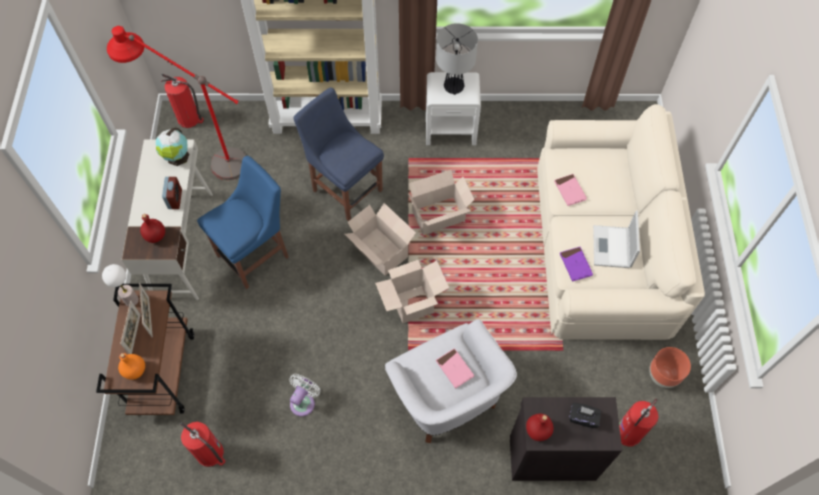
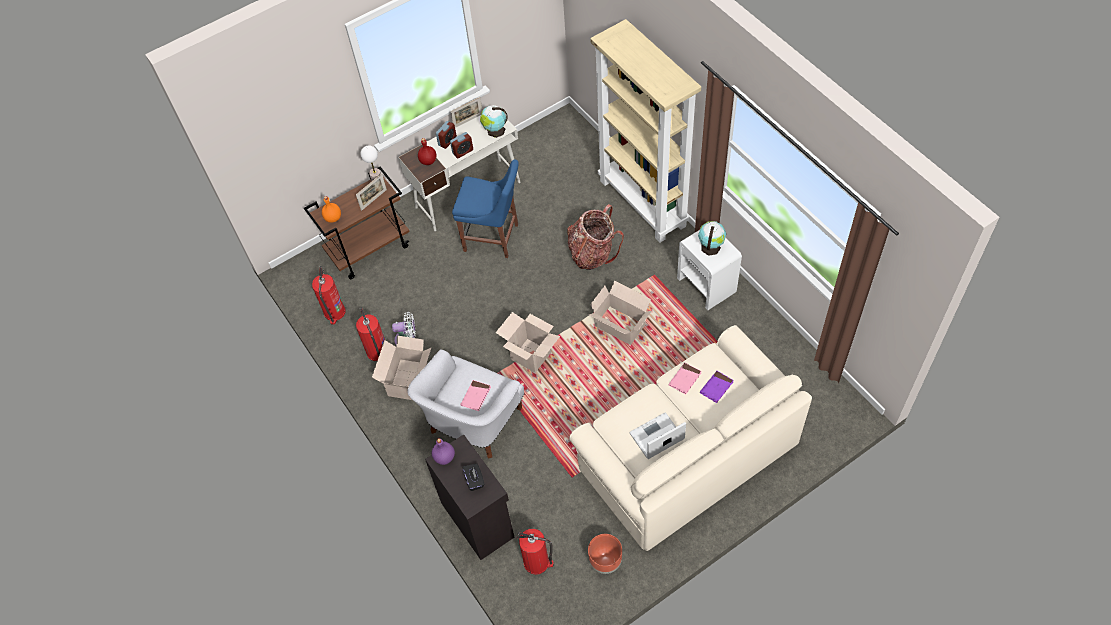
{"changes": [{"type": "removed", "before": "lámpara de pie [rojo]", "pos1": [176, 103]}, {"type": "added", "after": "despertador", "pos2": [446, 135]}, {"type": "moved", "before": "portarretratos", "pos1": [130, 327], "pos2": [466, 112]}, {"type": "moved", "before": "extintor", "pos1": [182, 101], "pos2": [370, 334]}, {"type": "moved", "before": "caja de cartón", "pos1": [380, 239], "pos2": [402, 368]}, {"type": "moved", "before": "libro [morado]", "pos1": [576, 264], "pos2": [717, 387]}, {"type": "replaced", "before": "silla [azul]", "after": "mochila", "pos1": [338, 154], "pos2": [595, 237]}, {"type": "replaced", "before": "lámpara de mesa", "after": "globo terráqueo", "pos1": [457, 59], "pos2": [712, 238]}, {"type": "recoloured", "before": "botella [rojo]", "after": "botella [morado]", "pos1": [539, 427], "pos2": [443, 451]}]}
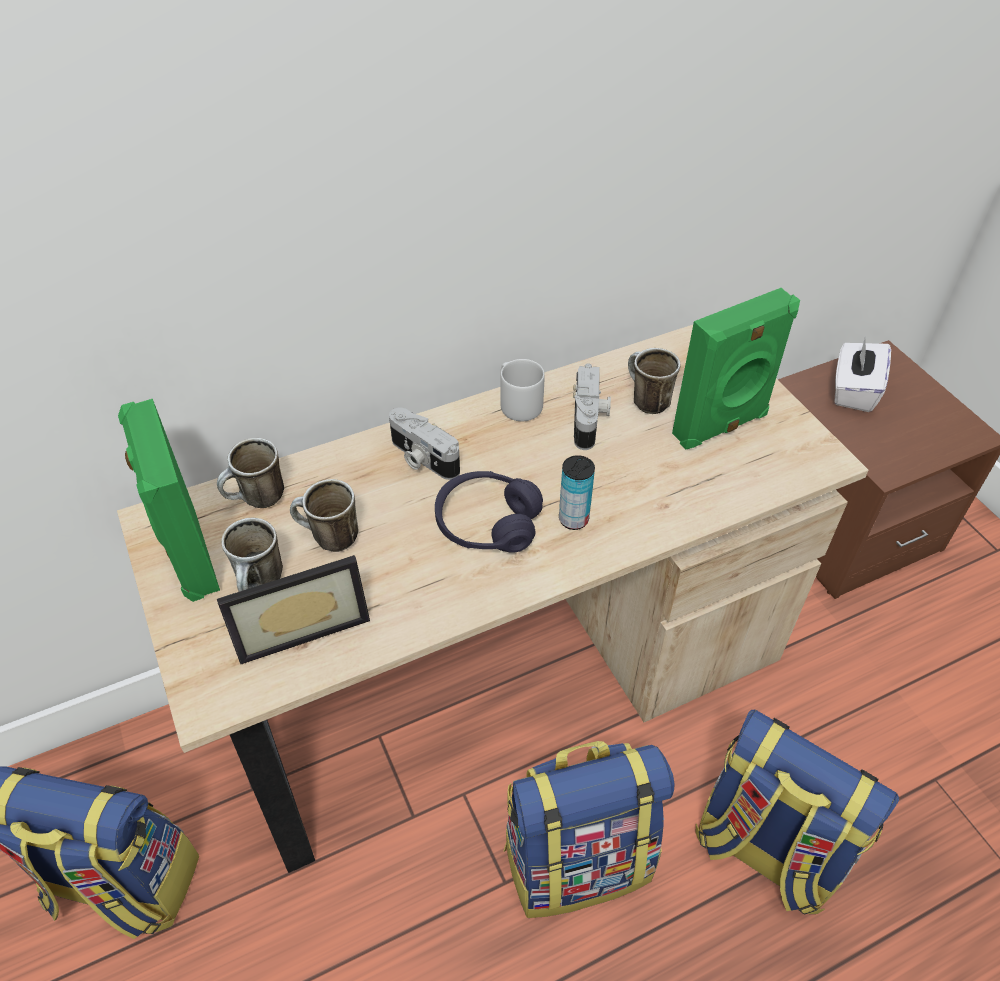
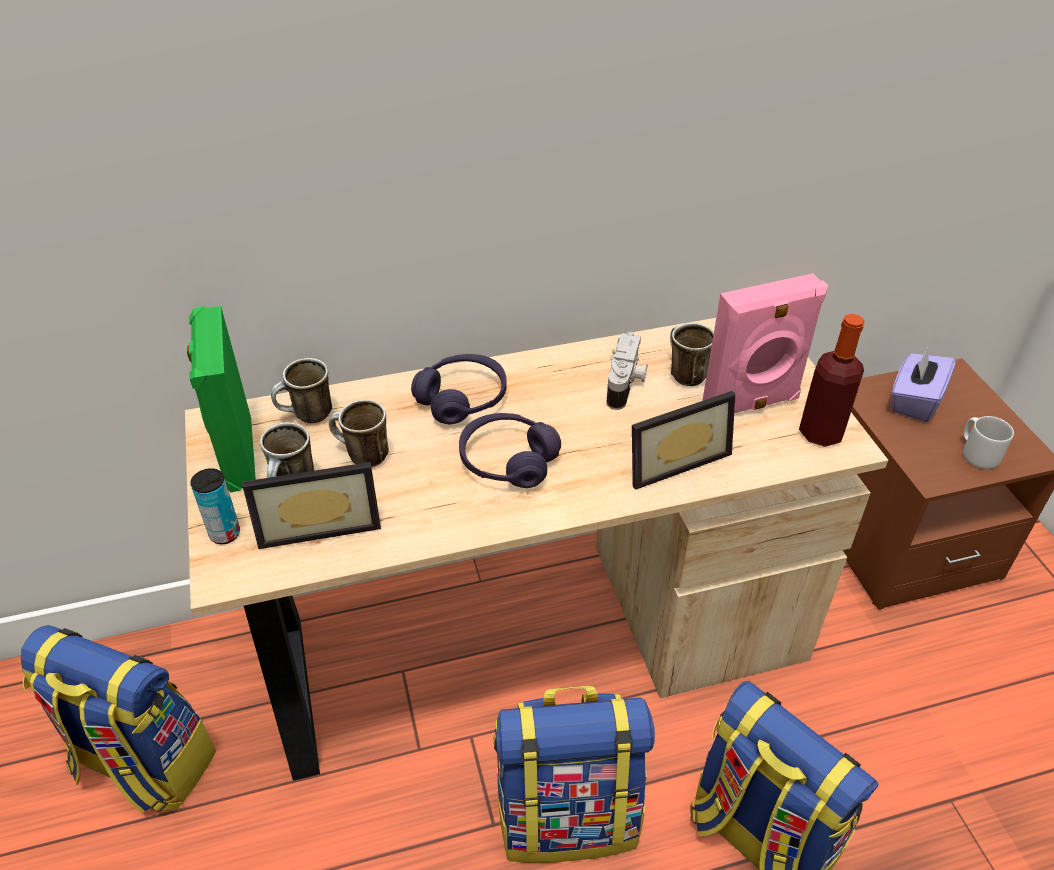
{"changes": [{"type": "added", "after": "portarretratos", "pos2": [683, 440]}, {"type": "added", "after": "botella", "pos2": [832, 380]}, {"type": "moved", "before": "taza grande [gris]", "pos1": [522, 390], "pos2": [988, 442]}, {"type": "moved", "before": "lata", "pos1": [577, 492], "pos2": [215, 506]}, {"type": "replaced", "before": "cámara", "after": "auriculares [morado]", "pos1": [424, 444], "pos2": [459, 389]}, {"type": "recoloured", "before": "altavoz [verde]", "after": "altavoz [rosa]", "pos1": [736, 369], "pos2": [765, 343]}, {"type": "recoloured", "before": "caja de pañuelos [blanco]", "after": "caja de pañuelos [morado]", "pos1": [863, 375], "pos2": [924, 385]}]}
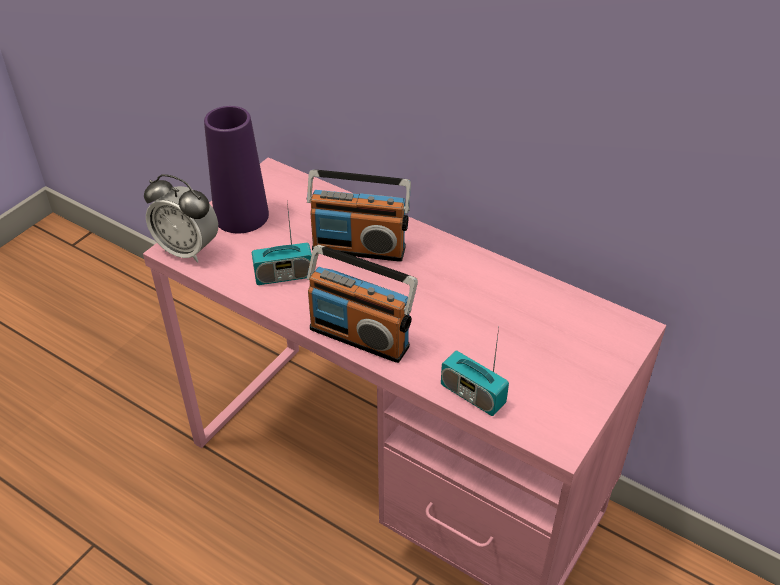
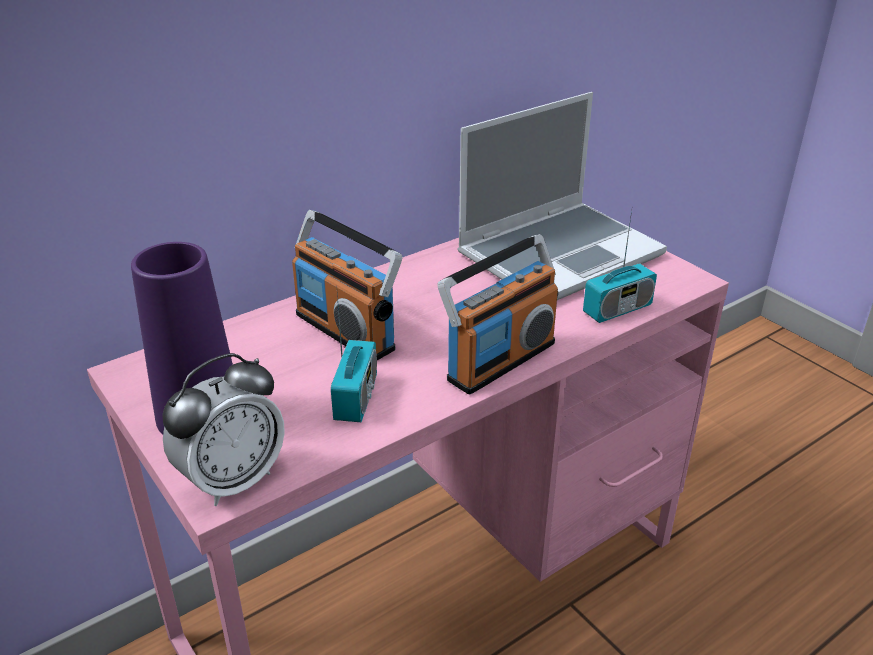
{"changes": [{"type": "added", "after": "portátil", "pos2": [562, 196]}, {"type": "turned", "before": "radio", "pos1": [359, 215], "pos2": [347, 285], "turn": 105}]}
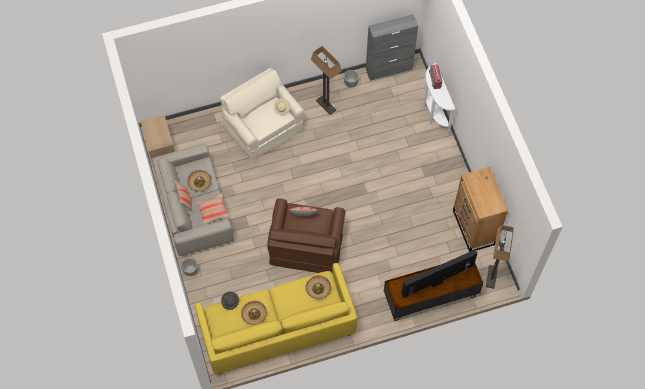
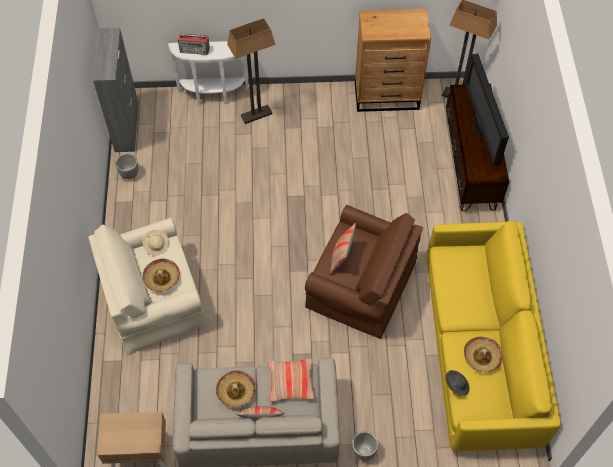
{"changes": [{"type": "moved", "before": "sombrero", "pos1": [318, 287], "pos2": [161, 275]}, {"type": "moved", "before": "lámpara de pie", "pos1": [326, 80], "pos2": [251, 71]}]}
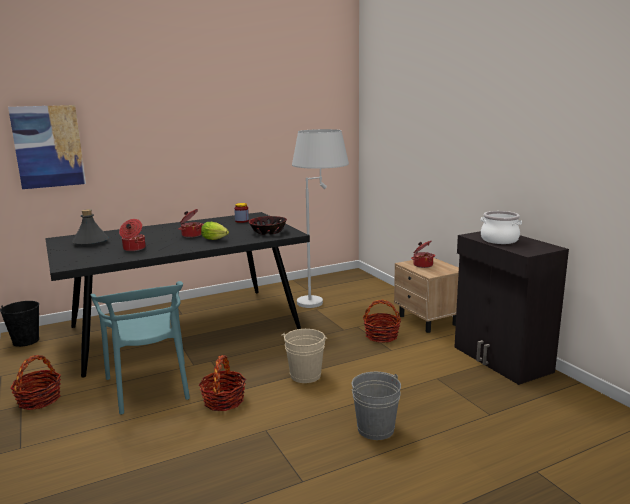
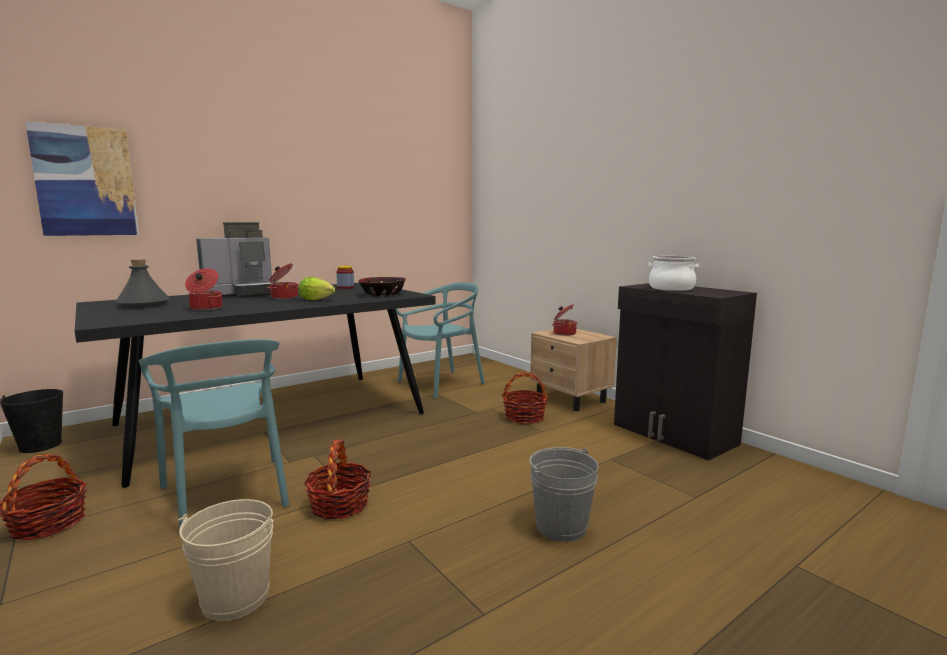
{"changes": [{"type": "added", "after": "cafetera", "pos2": [234, 260]}, {"type": "moved", "before": "cubo [beis]", "pos1": [304, 356], "pos2": [226, 560]}, {"type": "replaced", "before": "lámpara de pie [blanco]", "after": "silla [turquesa]", "pos1": [320, 218], "pos2": [440, 340]}]}
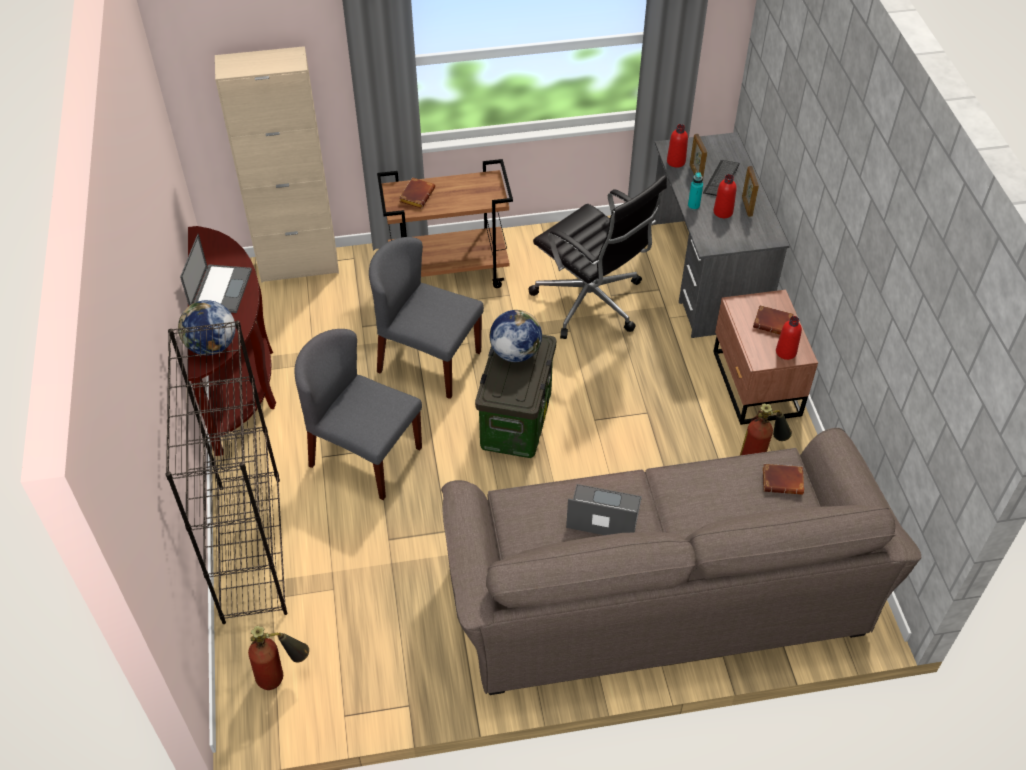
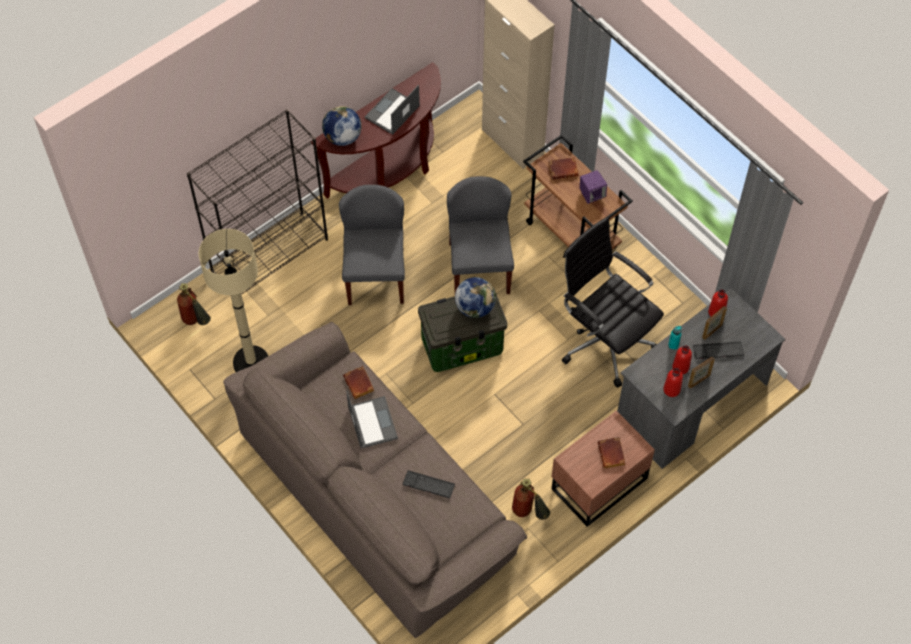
{"changes": [{"type": "added", "after": "lámpara de pie [beis]", "pos2": [233, 300]}, {"type": "added", "after": "teclado", "pos2": [429, 484]}, {"type": "added", "after": "altavoz [morado]", "pos2": [593, 187]}, {"type": "moved", "before": "libro [marrón]", "pos1": [783, 479], "pos2": [358, 382]}, {"type": "moved", "before": "botella [rojo]", "pos1": [789, 338], "pos2": [673, 382]}, {"type": "turned", "before": "portátil", "pos1": [216, 273], "pos2": [392, 110], "turn": 150}, {"type": "turned", "before": "silla de oficina [negro]", "pos1": [597, 257], "pos2": [613, 302], "turn": 120}]}
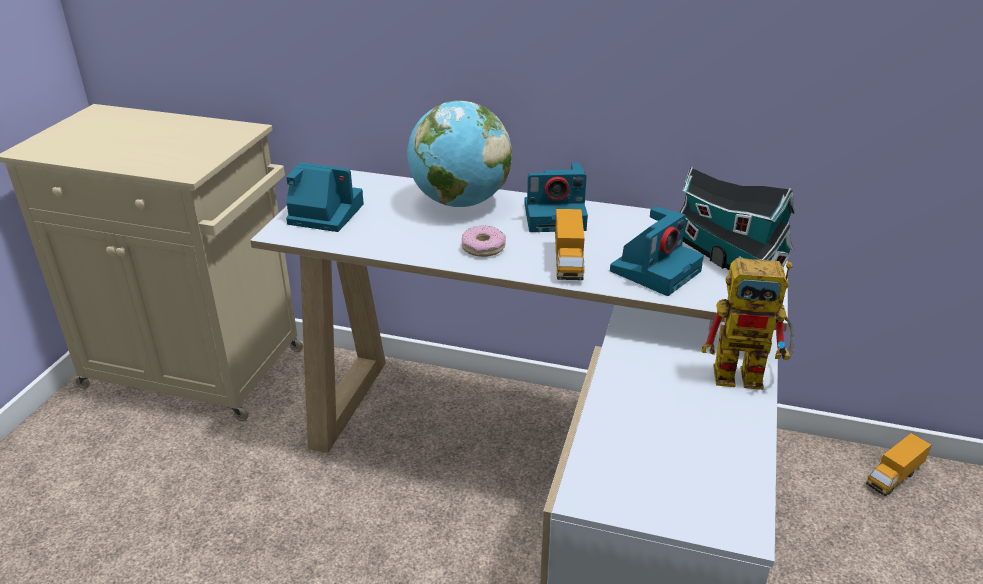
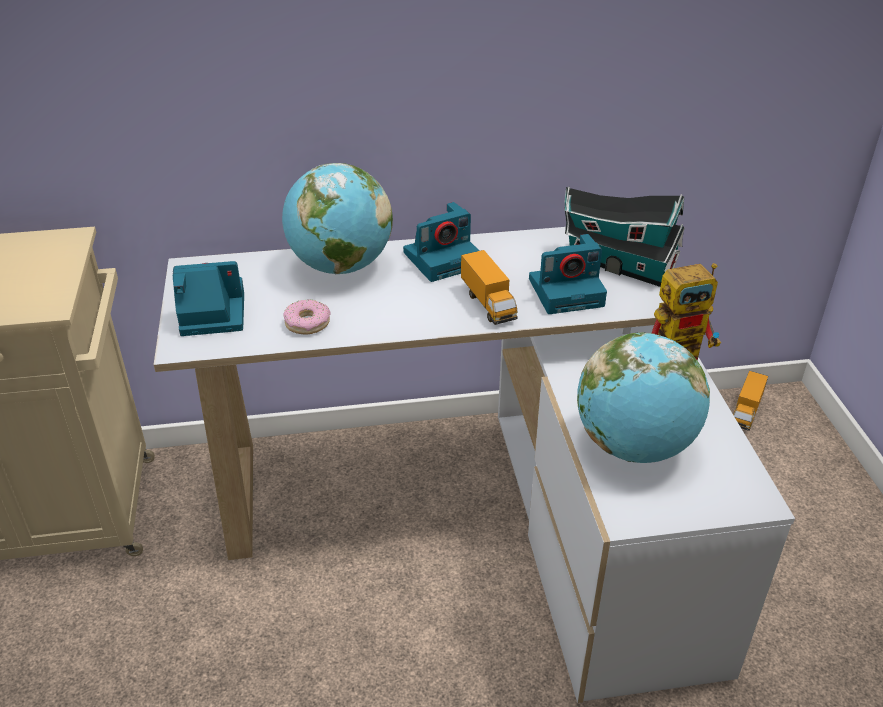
{"changes": [{"type": "added", "after": "globo terráqueo", "pos2": [643, 397]}, {"type": "moved", "before": "rosquilla", "pos1": [484, 241], "pos2": [307, 316]}, {"type": "turned", "before": "cámara", "pos1": [657, 251], "pos2": [568, 274], "turn": 60}]}
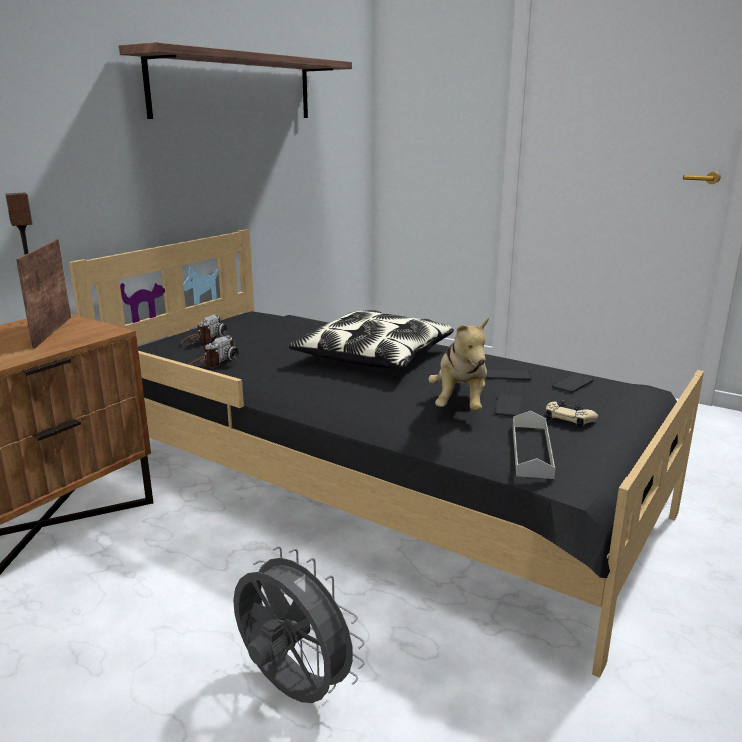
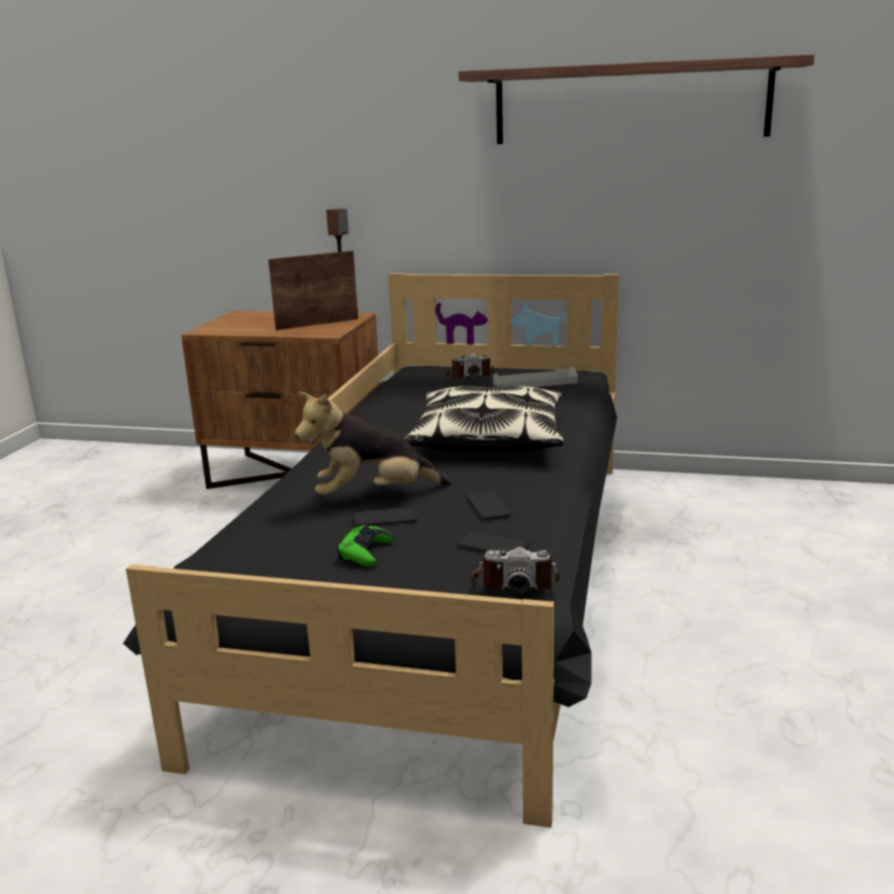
{"changes": [{"type": "removed", "before": "ventilador [gris]", "pos1": [299, 624]}, {"type": "moved", "before": "cámara", "pos1": [213, 351], "pos2": [516, 570]}, {"type": "moved", "before": "bandeja [gris]", "pos1": [534, 445], "pos2": [535, 376]}, {"type": "recoloured", "before": "mando de consola [beis]", "after": "mando de consola [verde]", "pos1": [572, 414], "pos2": [365, 546]}]}
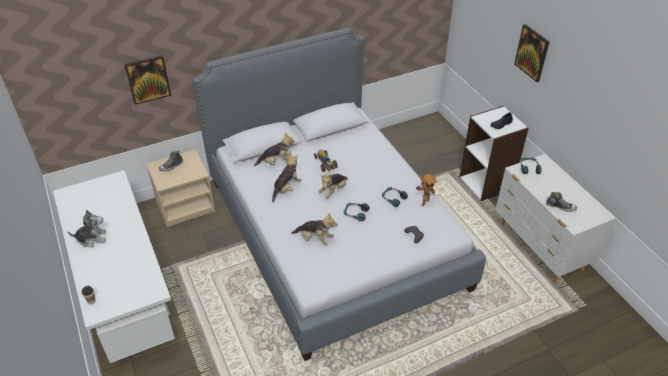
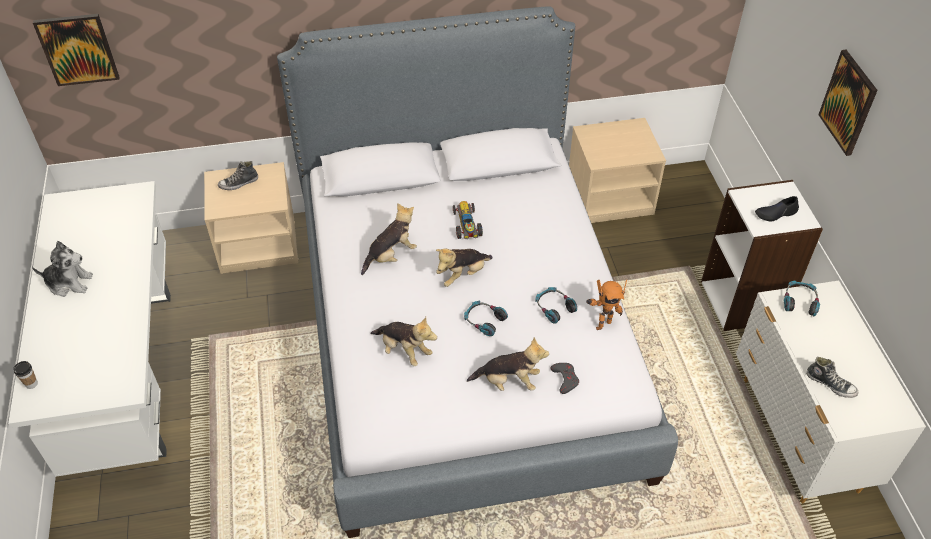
{"changes": [{"type": "added", "after": "mesita de noche [beis]", "pos2": [617, 170]}, {"type": "moved", "before": "cuadro", "pos1": [147, 80], "pos2": [76, 50]}, {"type": "moved", "before": "peluche", "pos1": [274, 149], "pos2": [508, 364]}]}
